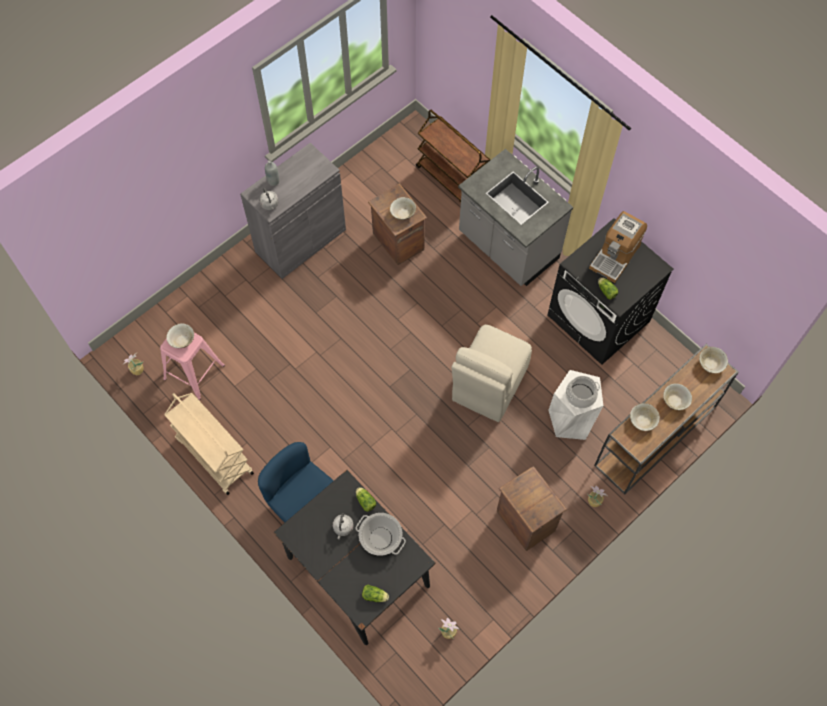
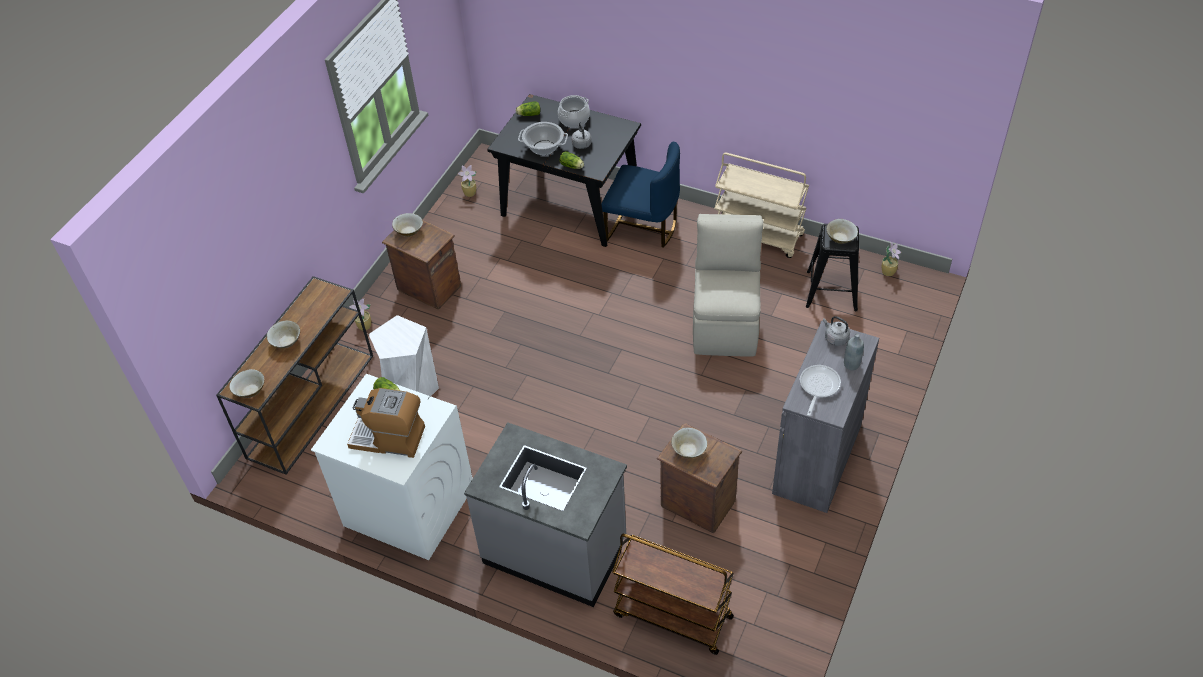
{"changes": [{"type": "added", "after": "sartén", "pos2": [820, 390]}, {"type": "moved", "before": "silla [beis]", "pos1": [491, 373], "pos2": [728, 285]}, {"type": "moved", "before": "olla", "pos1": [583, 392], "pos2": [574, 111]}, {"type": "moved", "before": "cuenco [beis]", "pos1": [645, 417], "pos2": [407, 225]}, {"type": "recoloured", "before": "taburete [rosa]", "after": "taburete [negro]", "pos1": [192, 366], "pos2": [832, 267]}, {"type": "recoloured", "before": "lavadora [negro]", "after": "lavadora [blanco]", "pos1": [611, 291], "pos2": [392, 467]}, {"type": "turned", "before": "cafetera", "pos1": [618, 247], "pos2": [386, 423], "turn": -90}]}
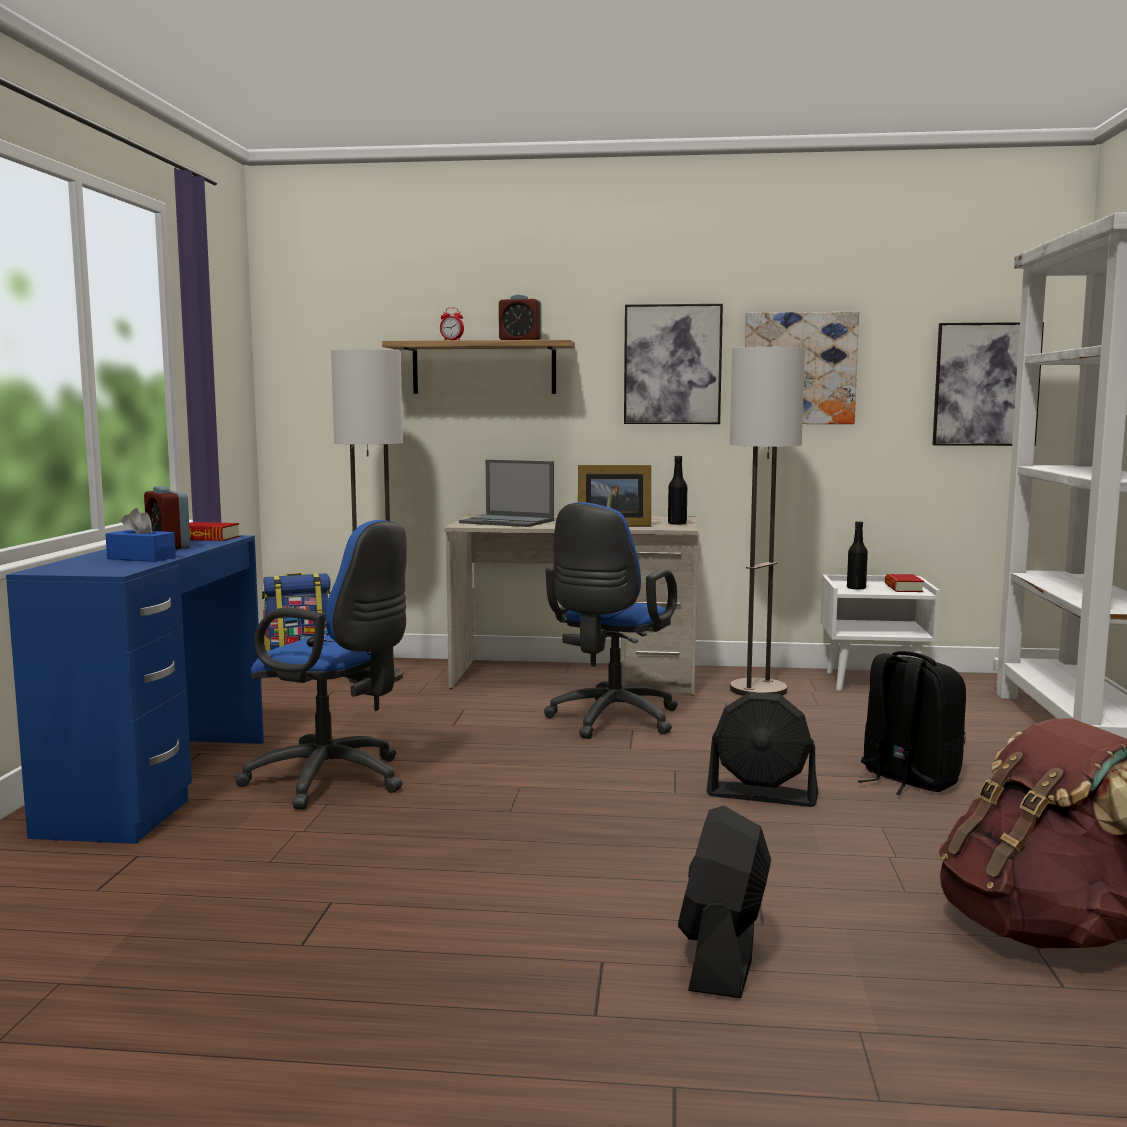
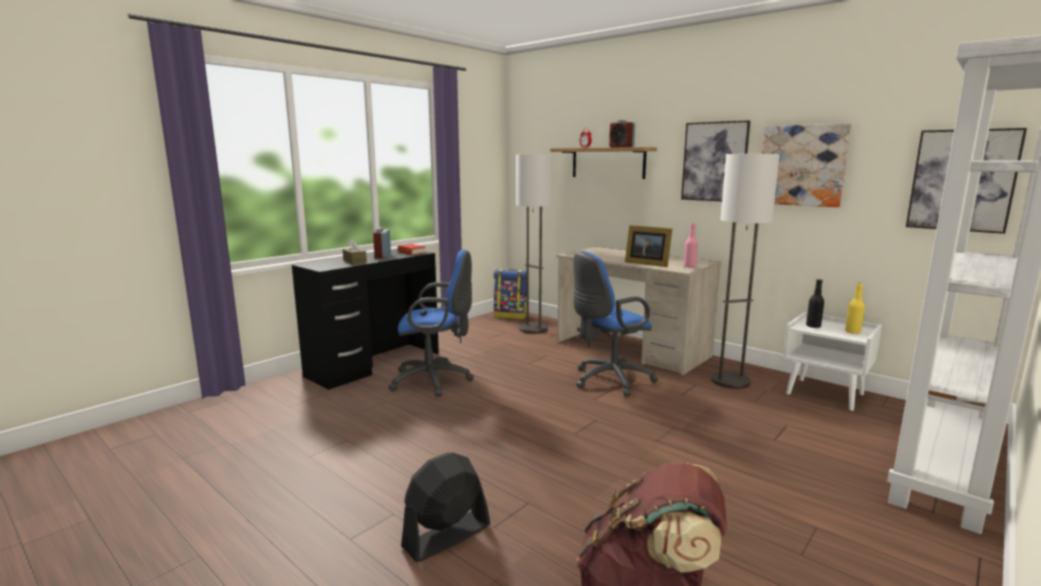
{"changes": [{"type": "removed", "before": "portátil", "pos1": [506, 493]}, {"type": "removed", "before": "ventilador [negro]", "pos1": [762, 749]}, {"type": "removed", "before": "mochila [negro]", "pos1": [912, 723]}, {"type": "replaced", "before": "libro", "after": "botella [amarillo]", "pos1": [904, 583], "pos2": [855, 308]}, {"type": "recoloured", "before": "escritorio [azul]", "after": "escritorio [negro]", "pos1": [135, 689], "pos2": [365, 319]}, {"type": "recoloured", "before": "caja de pañuelos [azul]", "after": "caja de pañuelos [marrón]", "pos1": [140, 535], "pos2": [355, 252]}, {"type": "recoloured", "before": "botella [negro]", "after": "botella [rosa]", "pos1": [677, 490], "pos2": [691, 245]}, {"type": "turned", "before": "silla de oficina [azul]", "pos1": [321, 665], "pos2": [431, 323], "turn": -60}]}
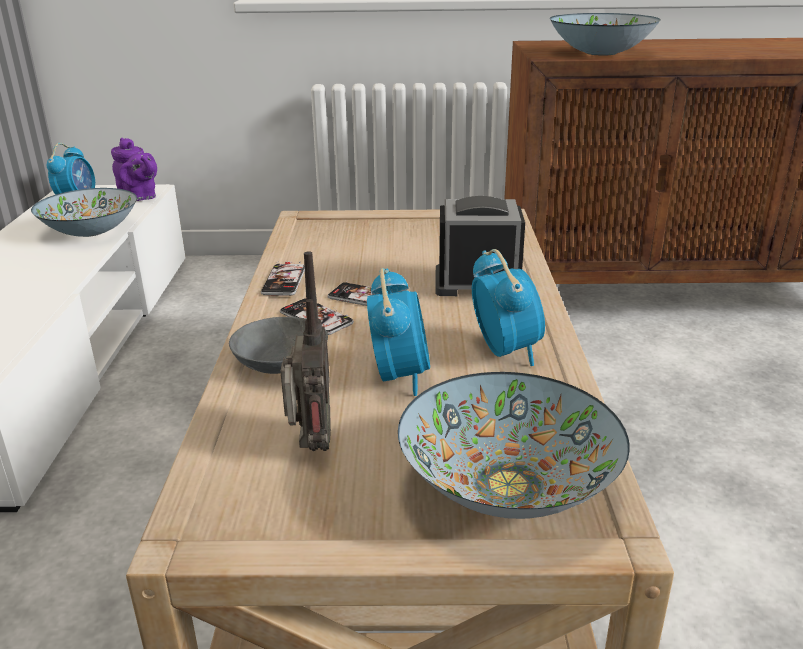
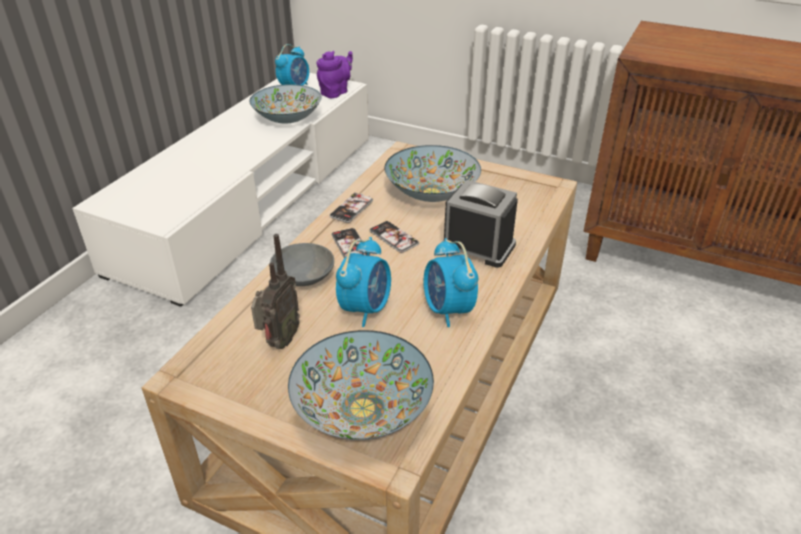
{"changes": [{"type": "moved", "before": "cuenco", "pos1": [605, 34], "pos2": [432, 173]}, {"type": "turned", "before": "tetera [morado]", "pos1": [134, 169], "pos2": [334, 74], "turn": -120}, {"type": "turned", "before": "despertador", "pos1": [508, 307], "pos2": [450, 282], "turn": 150}]}
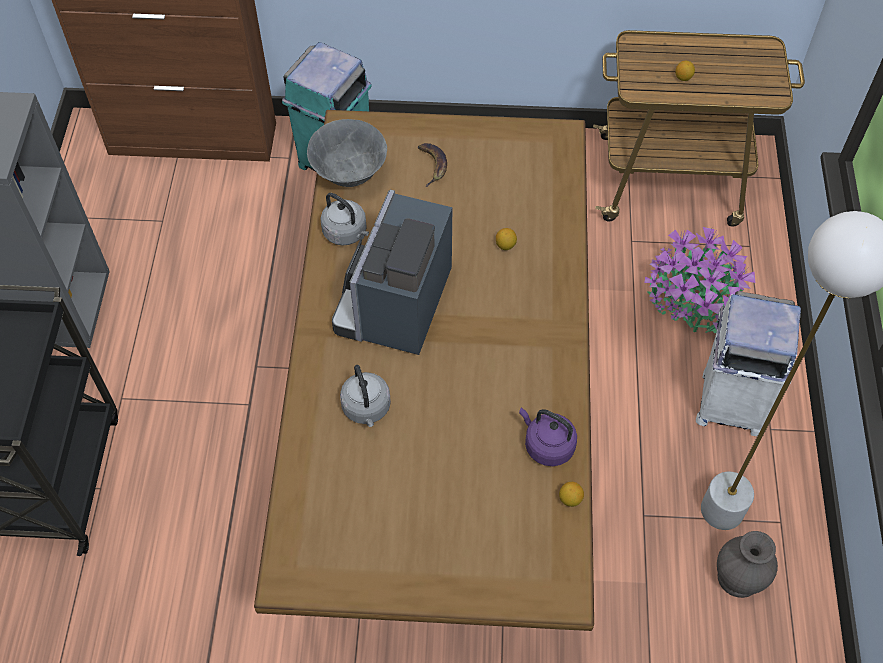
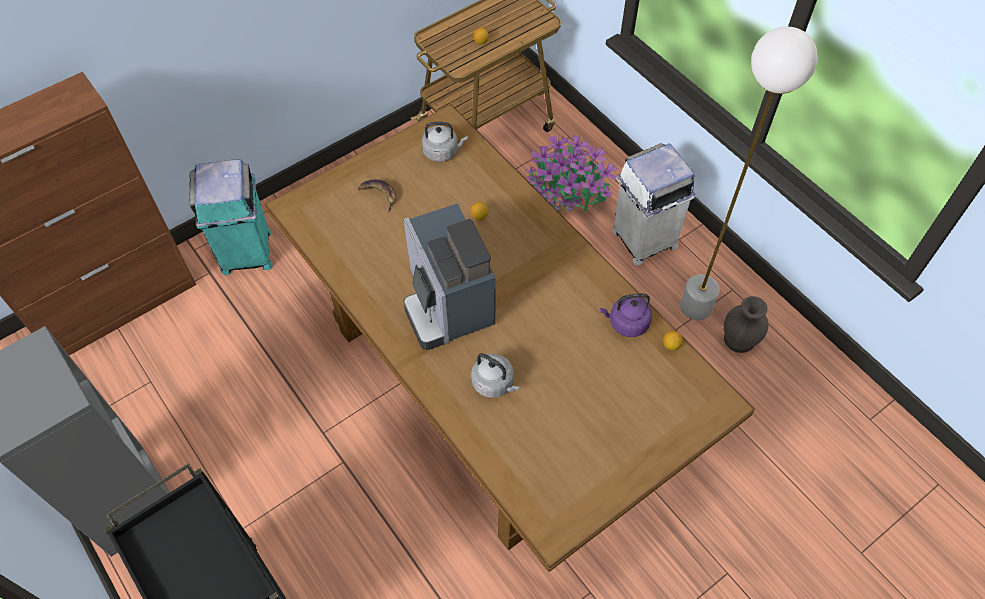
{"changes": [{"type": "removed", "before": "cuenco [gris]", "pos1": [347, 153]}, {"type": "moved", "before": "hervidor [gris]", "pos1": [345, 219], "pos2": [445, 142]}]}
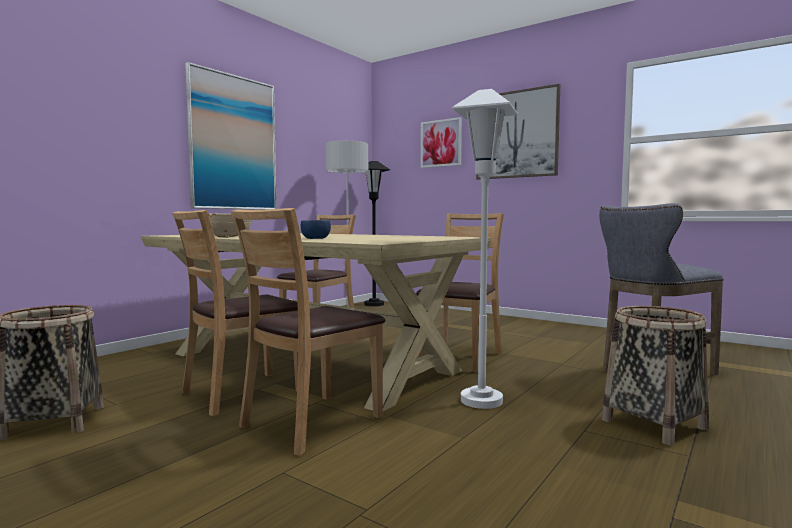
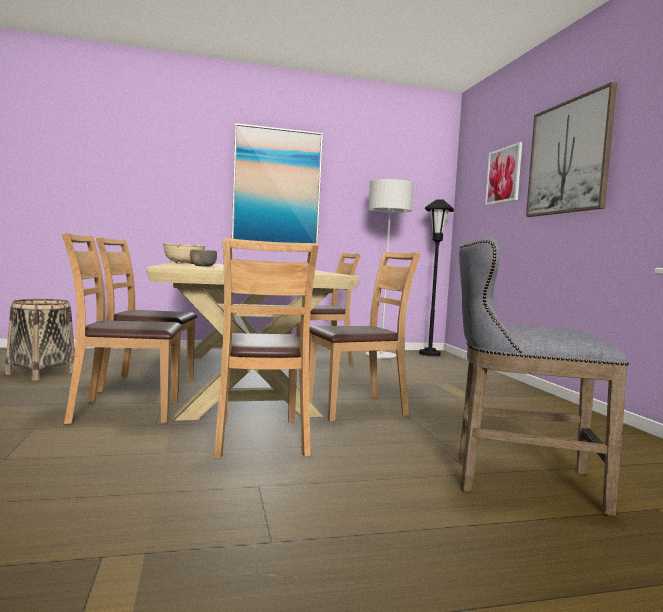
{"changes": [{"type": "removed", "before": "cesta", "pos1": [655, 375]}, {"type": "replaced", "before": "lámpara de pie [blanco]", "after": "silla [marrón]", "pos1": [485, 249], "pos2": [266, 348]}, {"type": "recoloured", "before": "cuenco [azul]", "after": "cuenco [gris]", "pos1": [316, 229], "pos2": [203, 258]}]}
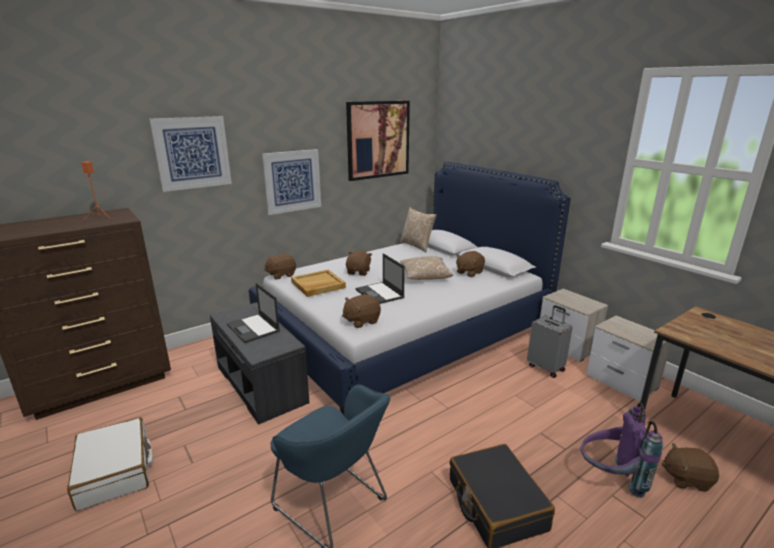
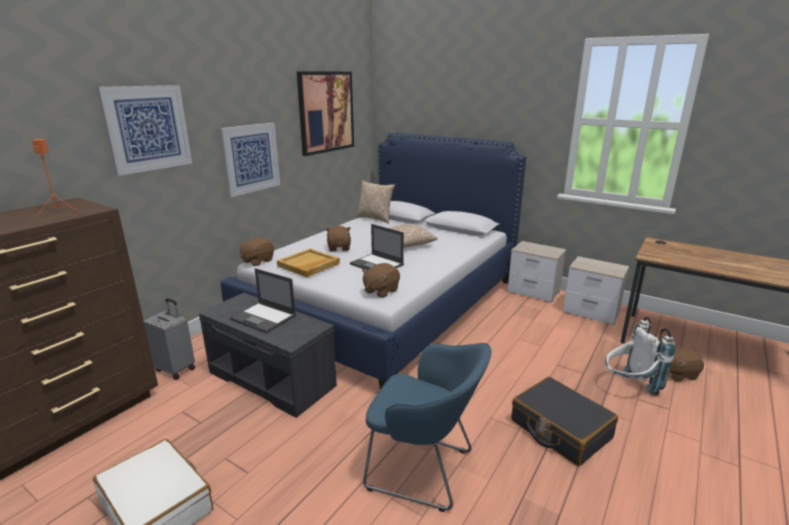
{"changes": [{"type": "removed", "before": "peluche [marrón]", "pos1": [470, 264]}, {"type": "moved", "before": "maleta [gris]", "pos1": [550, 341], "pos2": [169, 339]}, {"type": "recoloured", "before": "mochila [morado]", "after": "mochila [blanco]", "pos1": [621, 450], "pos2": [640, 356]}]}
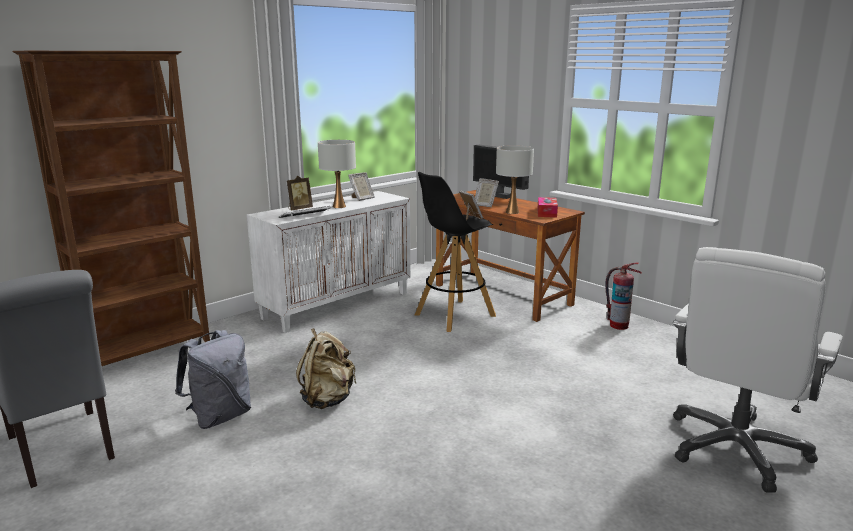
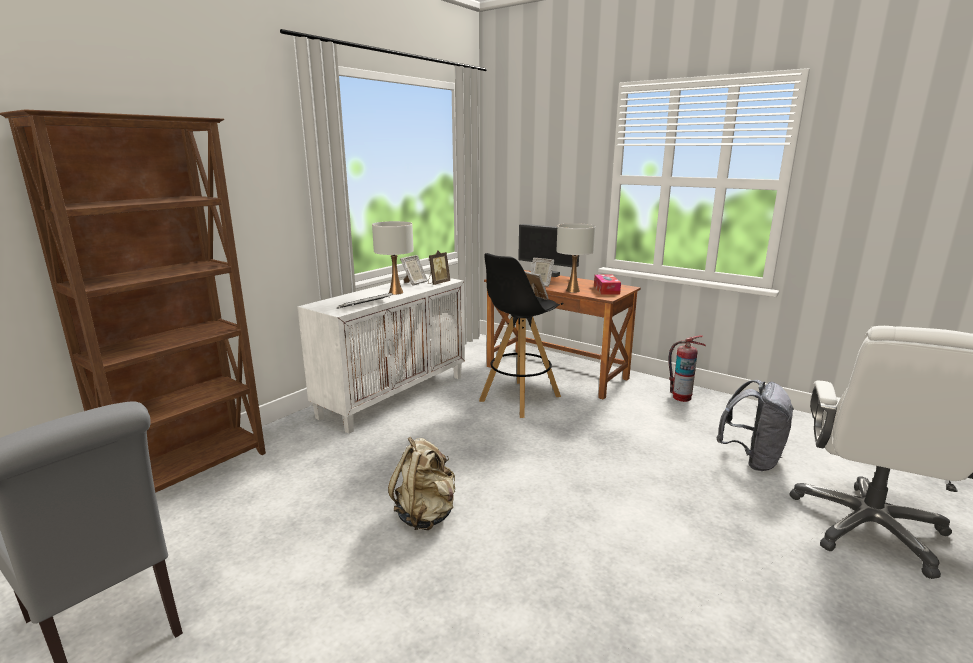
{"changes": [{"type": "moved", "before": "mochila [gris]", "pos1": [213, 379], "pos2": [755, 425]}, {"type": "moved", "before": "portarretratos", "pos1": [300, 193], "pos2": [439, 268]}]}
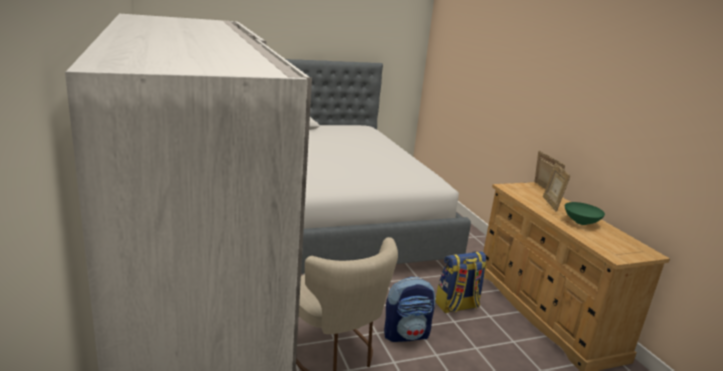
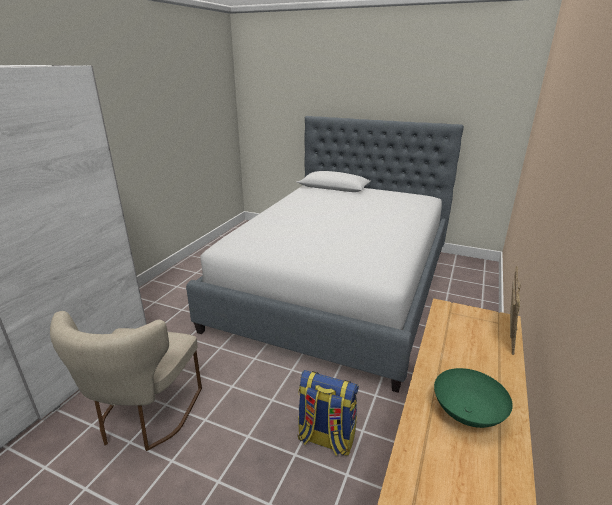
{"changes": [{"type": "removed", "before": "mochila", "pos1": [409, 309]}, {"type": "removed", "before": "portarretratos", "pos1": [556, 187]}]}
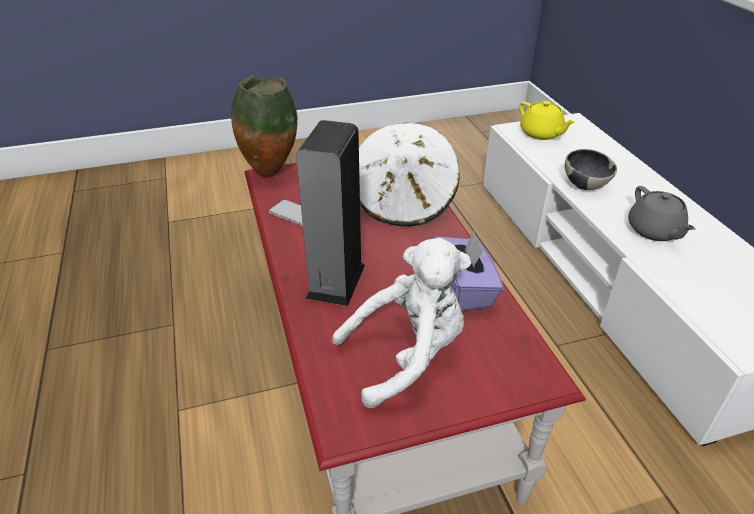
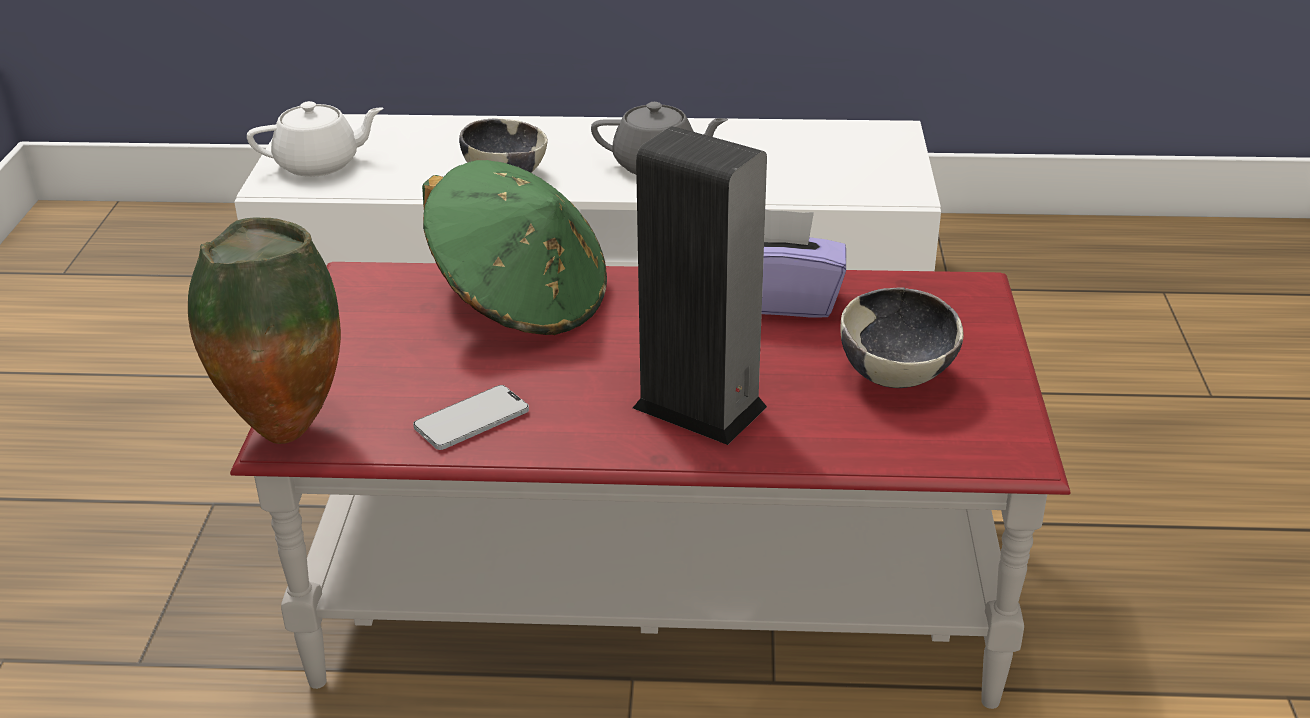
{"changes": [{"type": "replaced", "before": "peluche [blanco]", "after": "cuenco", "pos1": [401, 323], "pos2": [902, 337]}, {"type": "recoloured", "before": "sombrero [blanco]", "after": "sombrero [verde]", "pos1": [409, 174], "pos2": [514, 247]}, {"type": "recoloured", "before": "tetera [amarillo]", "after": "tetera [blanco]", "pos1": [547, 120], "pos2": [315, 139]}]}
